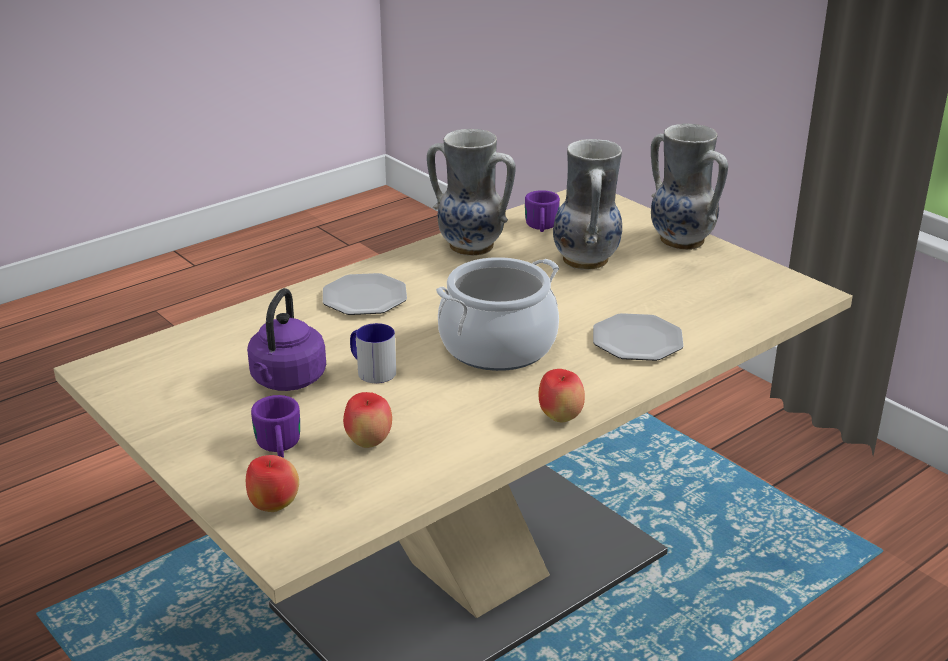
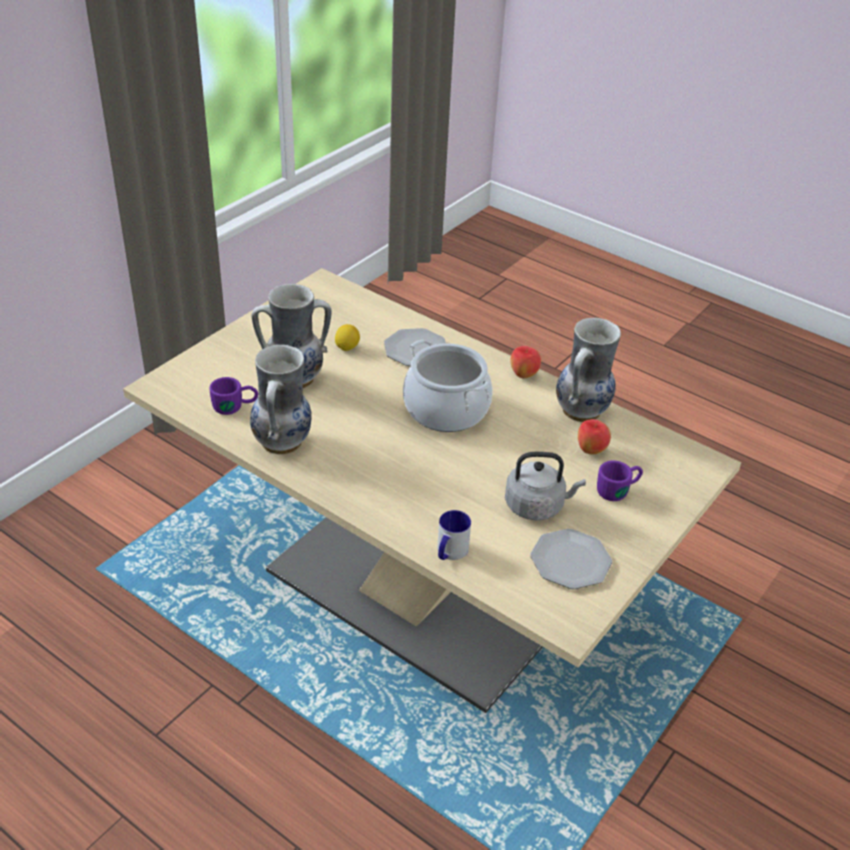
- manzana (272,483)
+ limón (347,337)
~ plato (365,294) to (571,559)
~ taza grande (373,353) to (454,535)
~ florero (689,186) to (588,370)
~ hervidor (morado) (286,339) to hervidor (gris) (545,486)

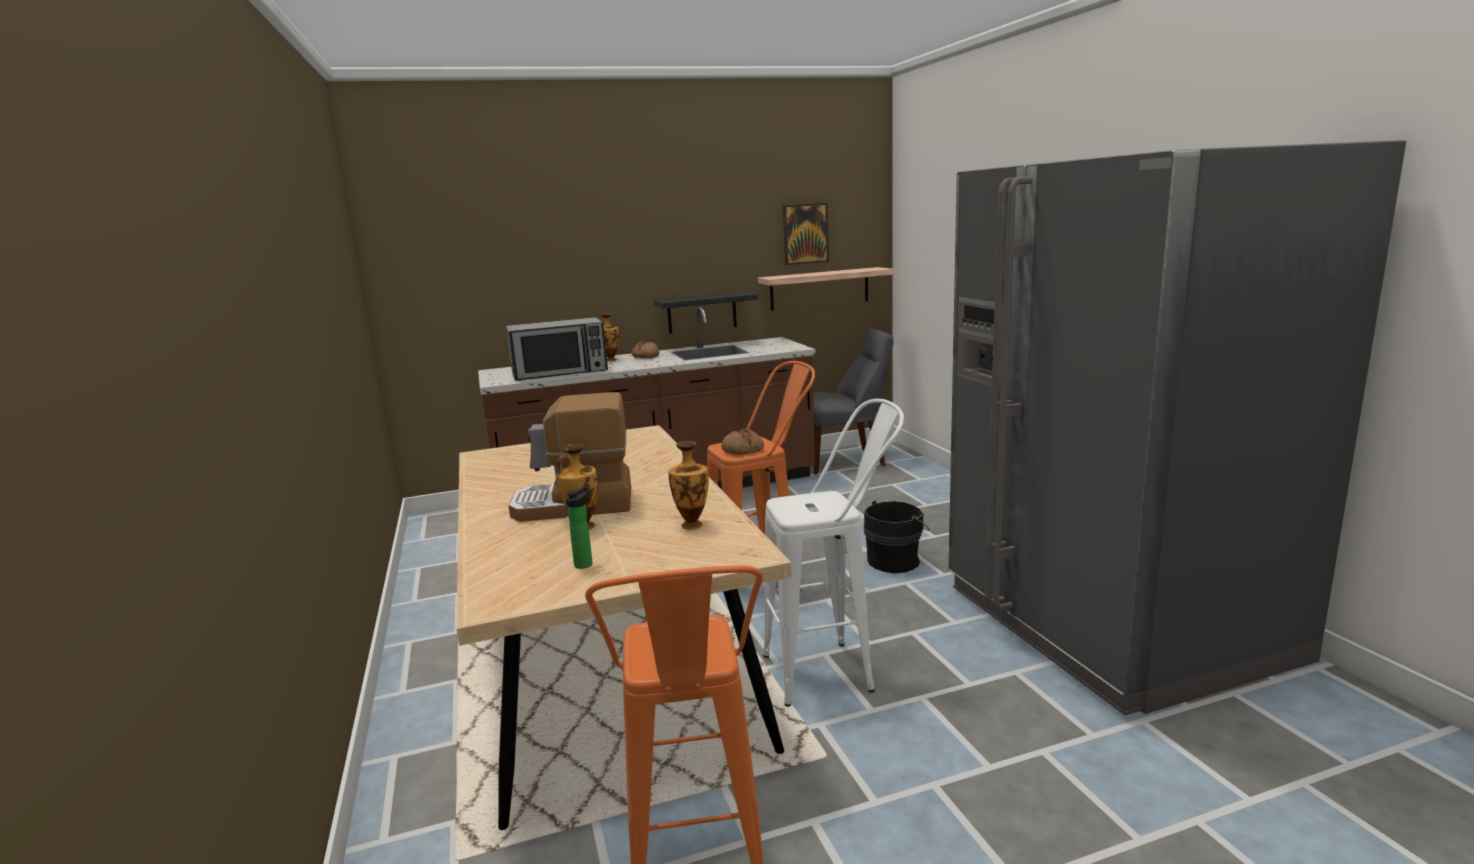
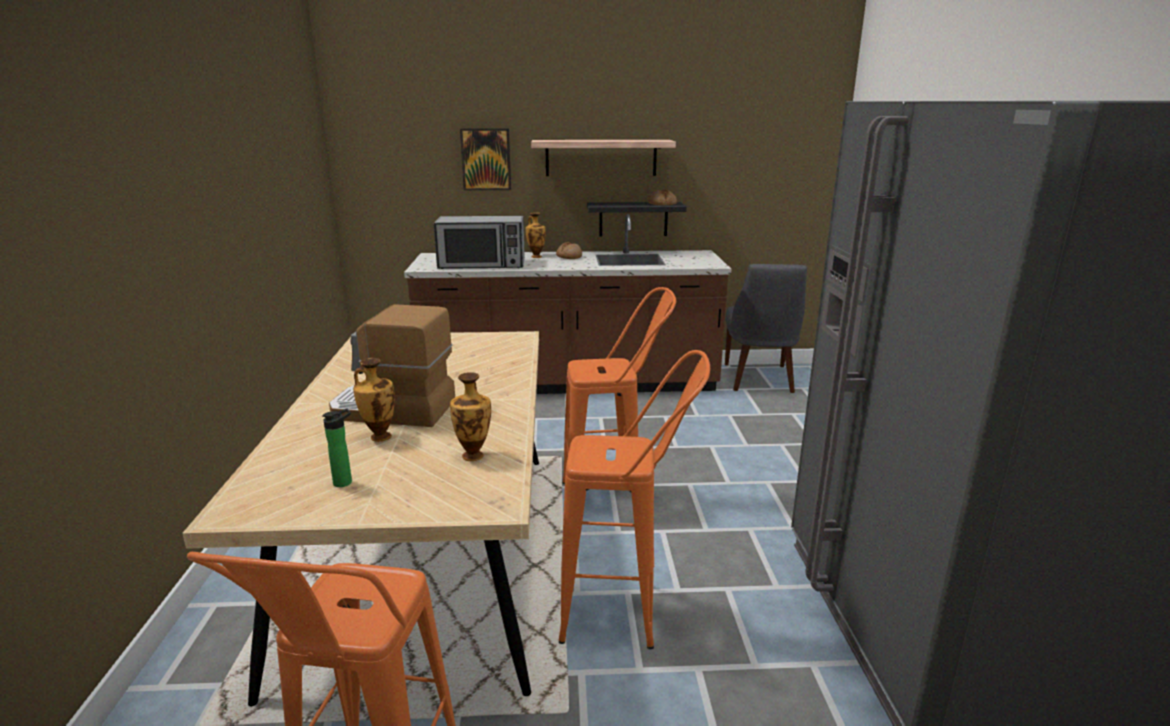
- cubo (negro) (896,537)
~ pan (742,441) to (662,197)
~ estante (826,289) to (603,158)
~ cuadro (806,234) to (485,159)
~ taburete (blanco) (833,553) to taburete (naranja) (634,500)
~ silla (gris) (853,402) = (766,328) 90 degrees clockwise

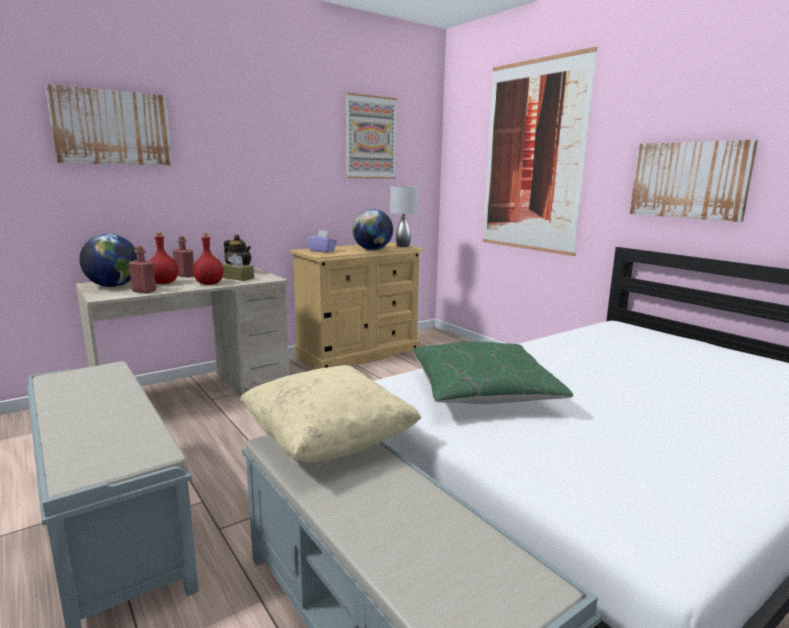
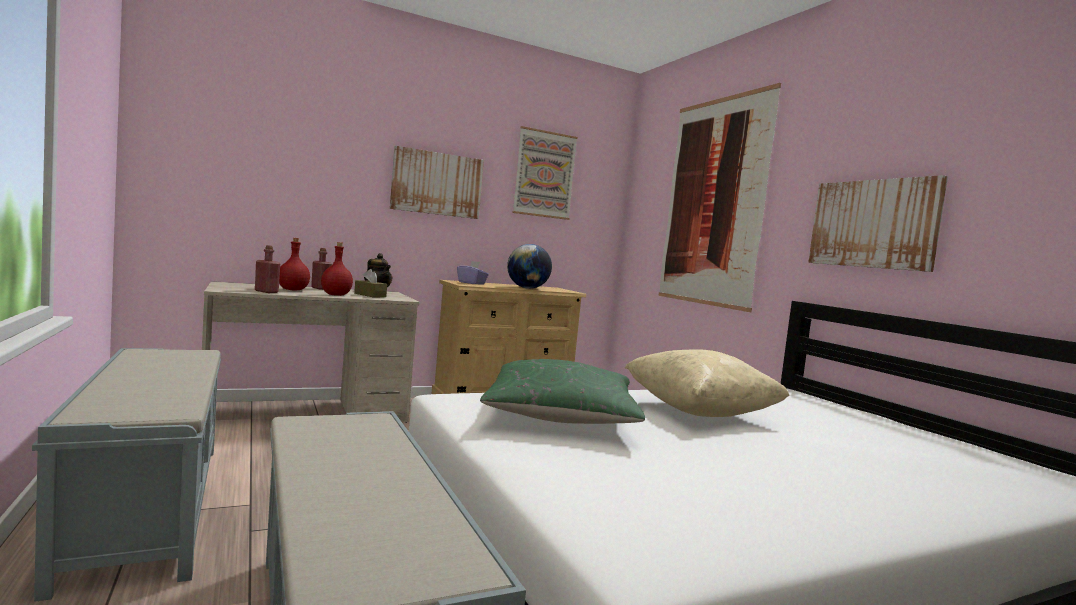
- globo terráqueo (108,260)
- lámpara de mesa (gris) (404,216)
~ cuadro (109,124) to (437,182)
~ cojín (beis) (330,414) to (707,383)

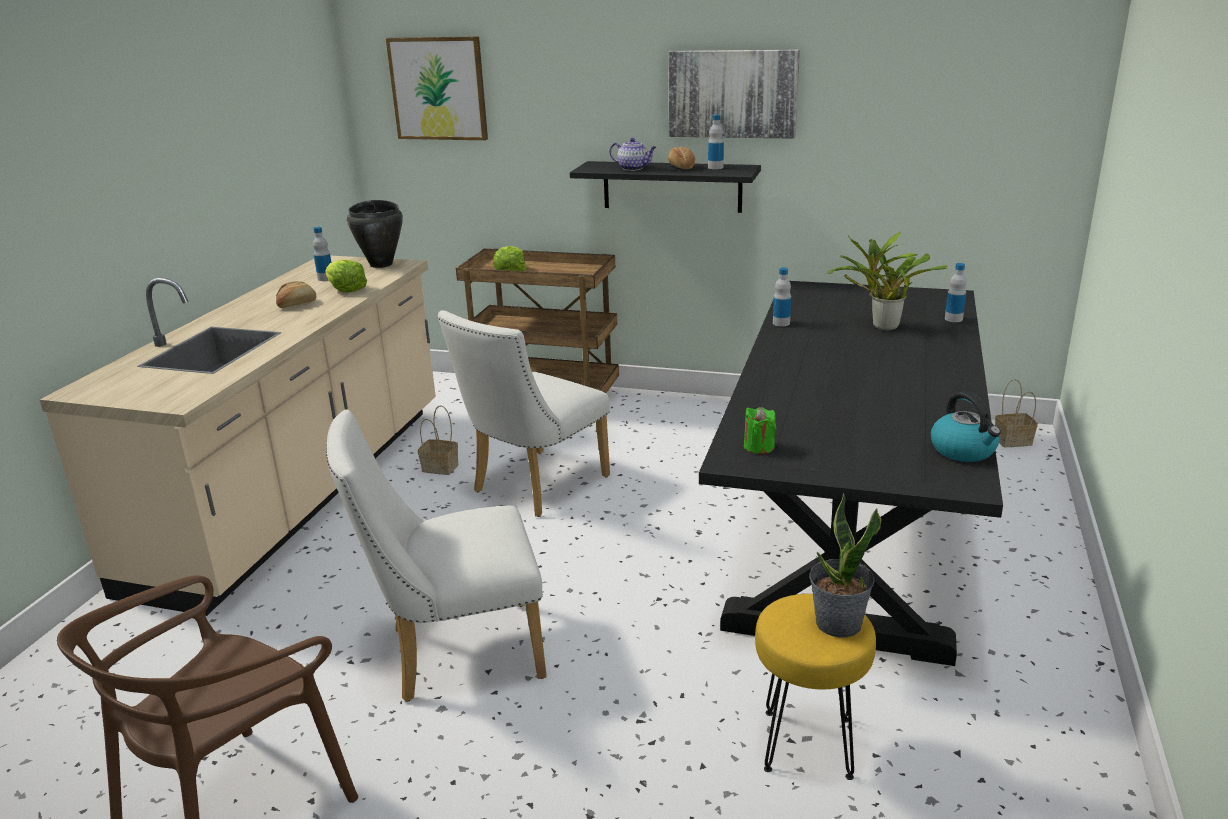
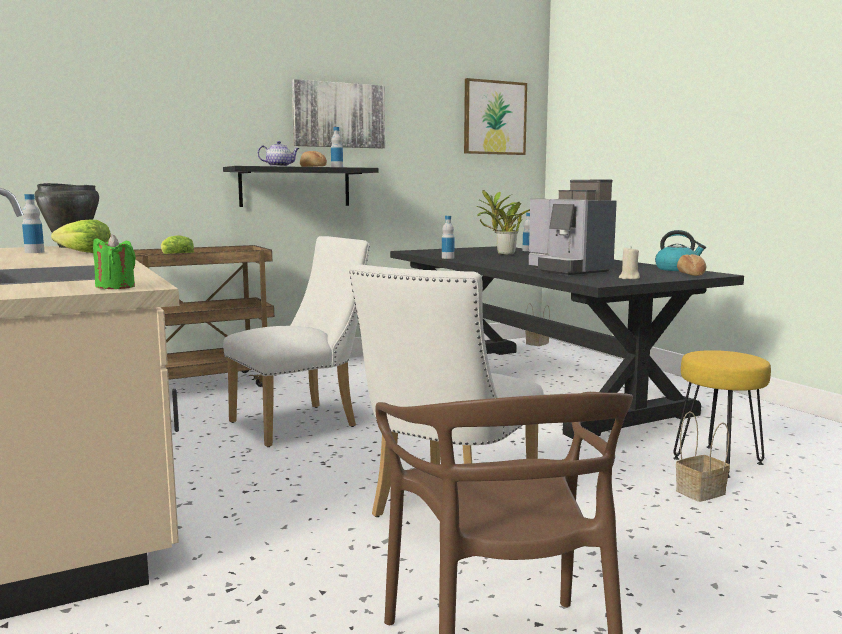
- planta en maceta (845,565)
+ cafetera (573,227)
+ vela (beis) (629,263)
~ pan (296,294) to (691,265)
~ cuadro (437,88) to (495,116)
~ cesta (438,440) to (703,457)
~ vela (verde) (760,430) to (114,261)
~ silla (blanco) (523,413) = (296,341) 120 degrees counterclockwise

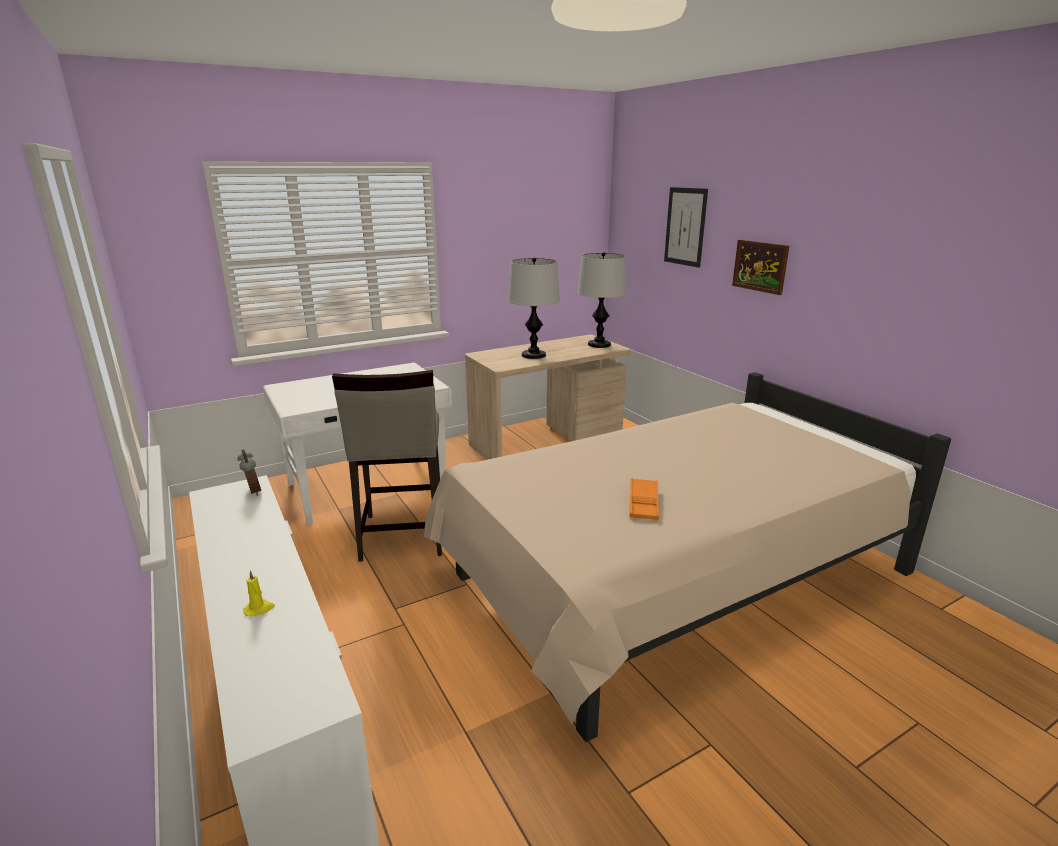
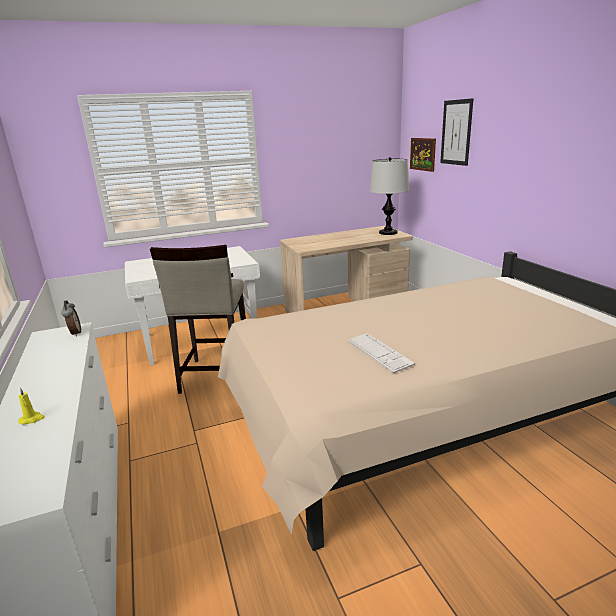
- lámpara de mesa (534,308)
~ cuadro (760,267) to (423,155)
~ bandeja (naranja) (644,499) to teclado (381,353)

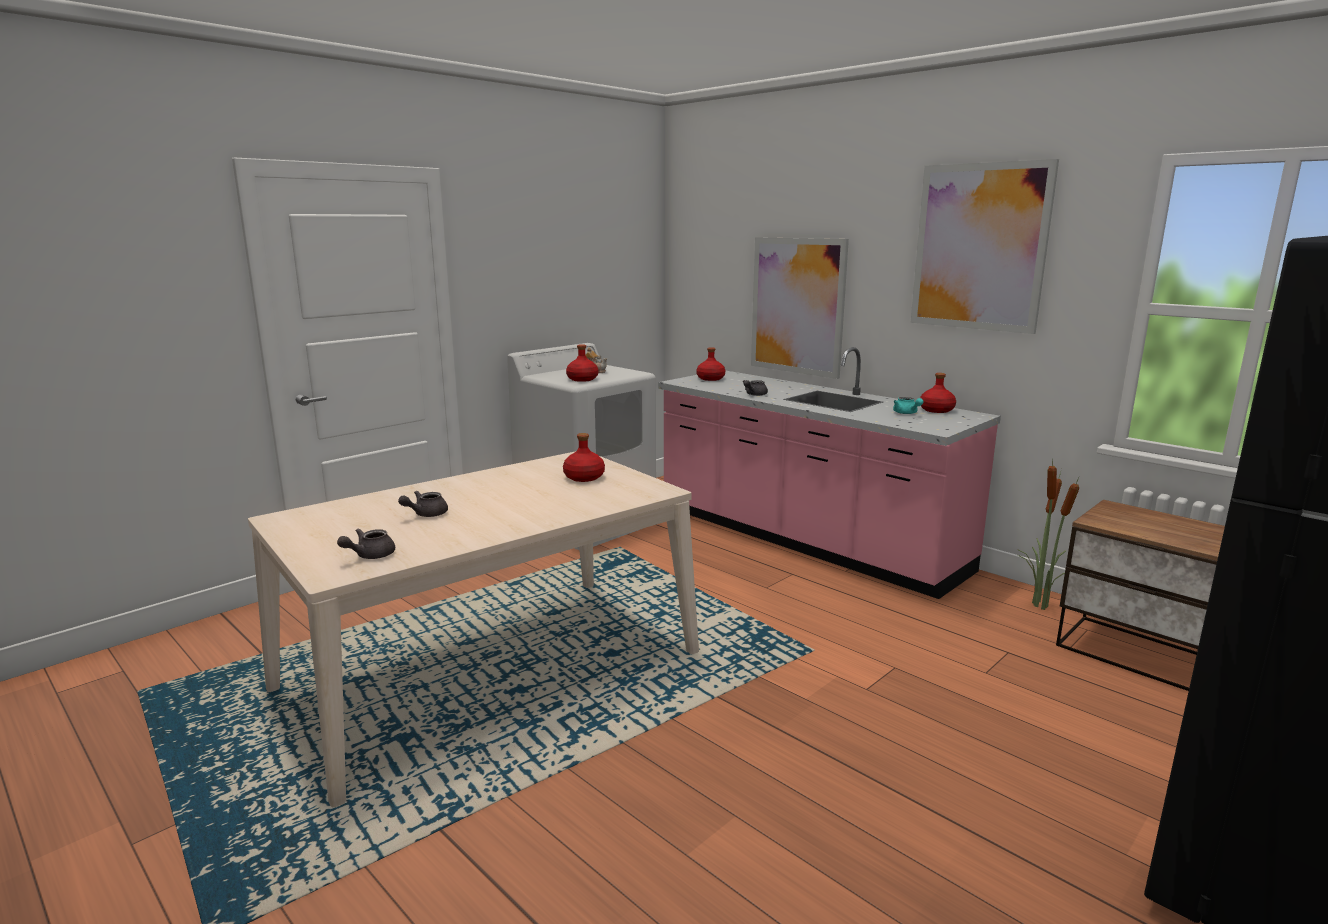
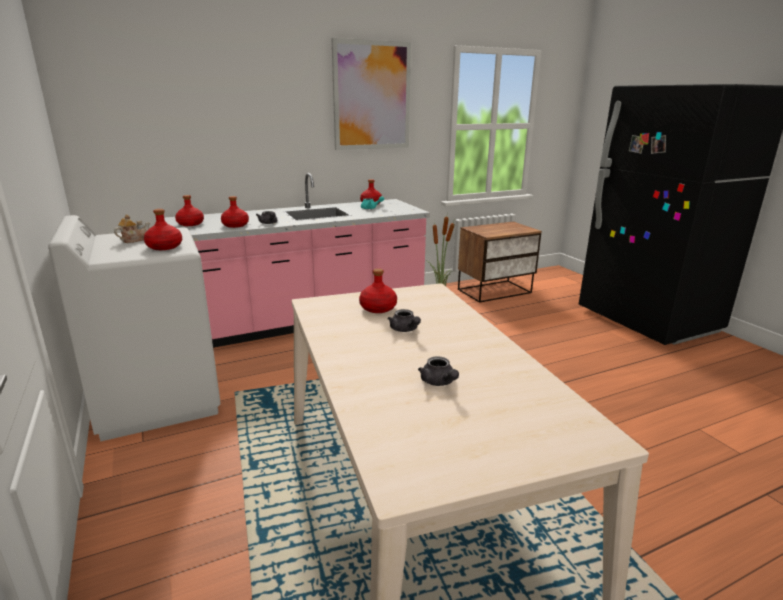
- cuadro (800,308)
+ botella (rojo) (235,212)
~ tetera (gris) (366,543) to (404,320)

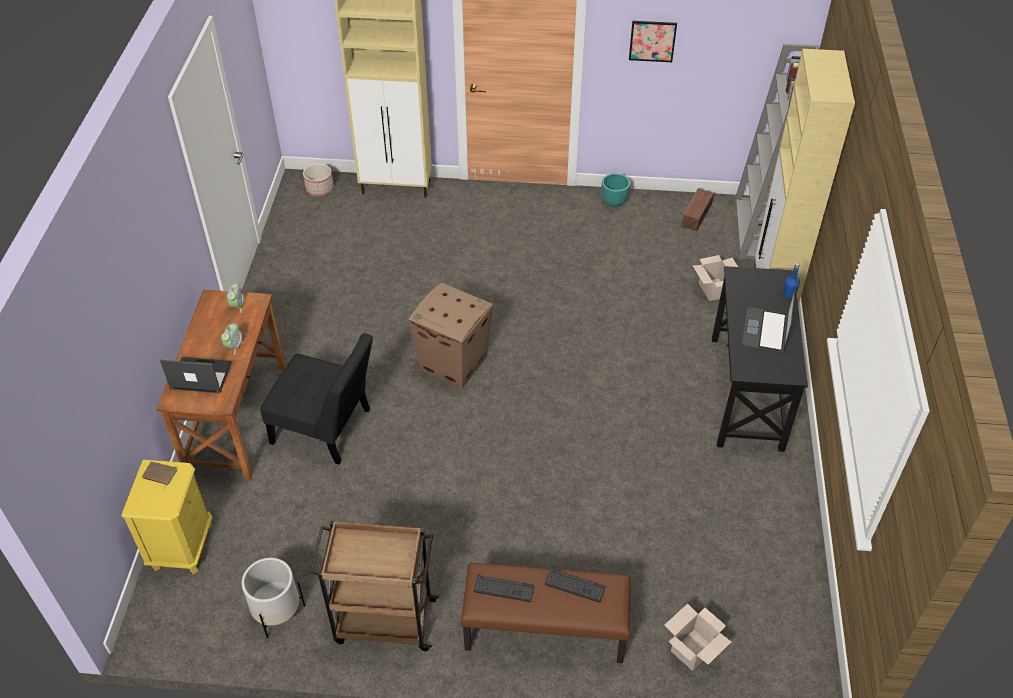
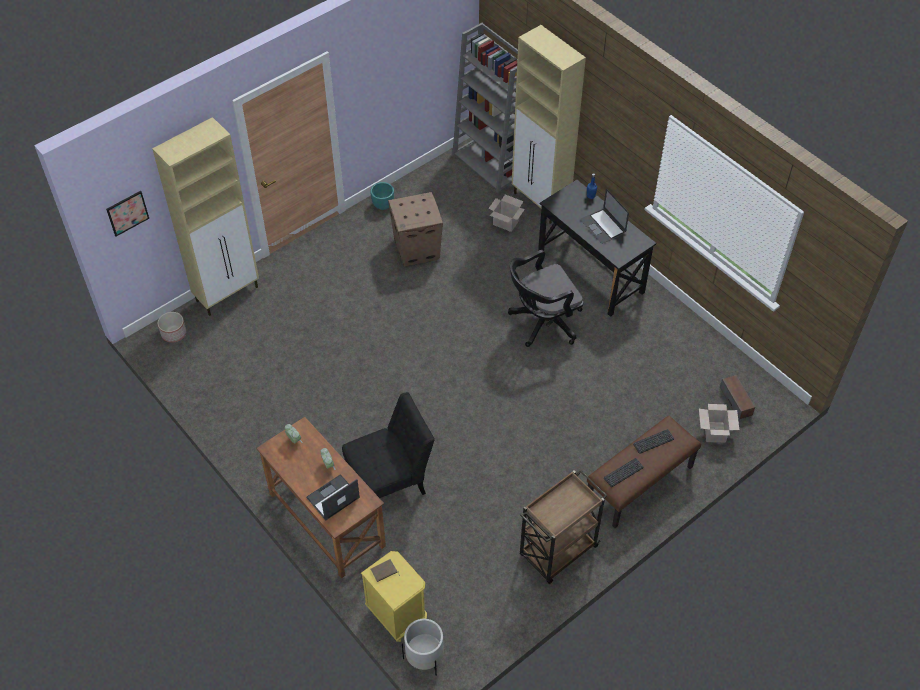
+ silla de oficina (negro) (545,298)
~ maceta (blanco) (273,598) to (423,647)
~ caja de cartón (450,335) to (415,229)
~ cuadro (653,41) to (127,213)
~ altavoz (697,209) to (737,397)

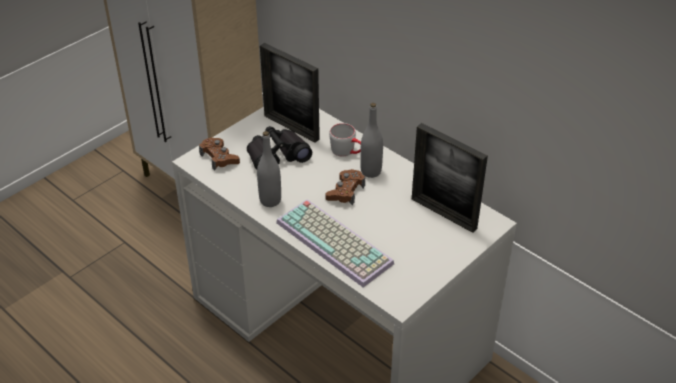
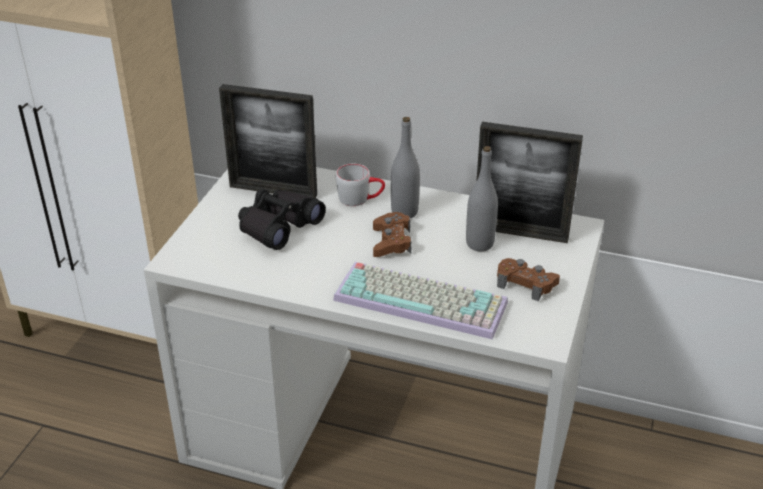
~ mando de consola (marrón) (219,154) to (528,279)
~ botella (gris) (269,169) to (482,198)

